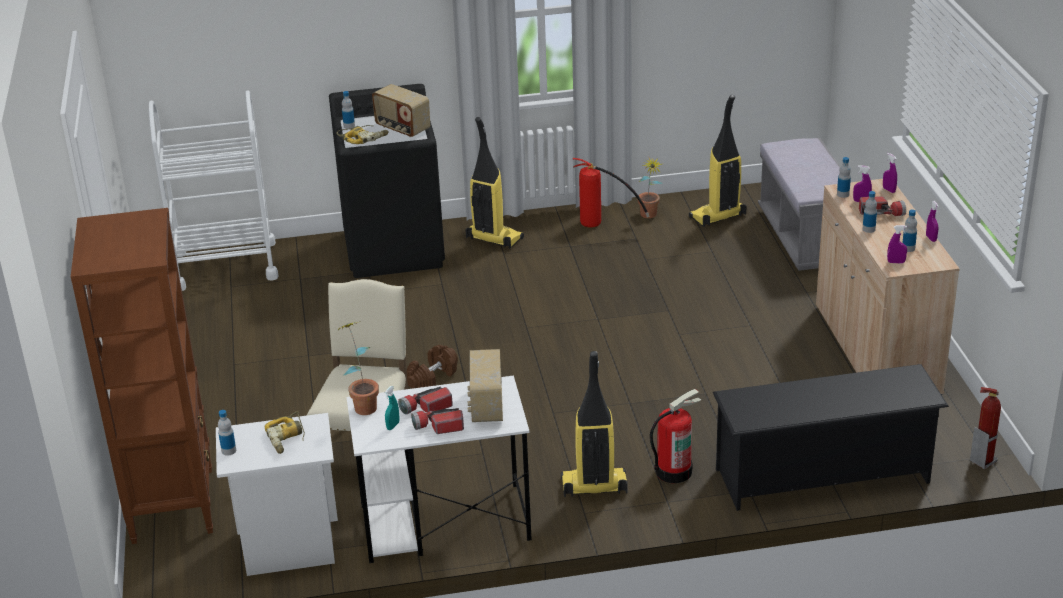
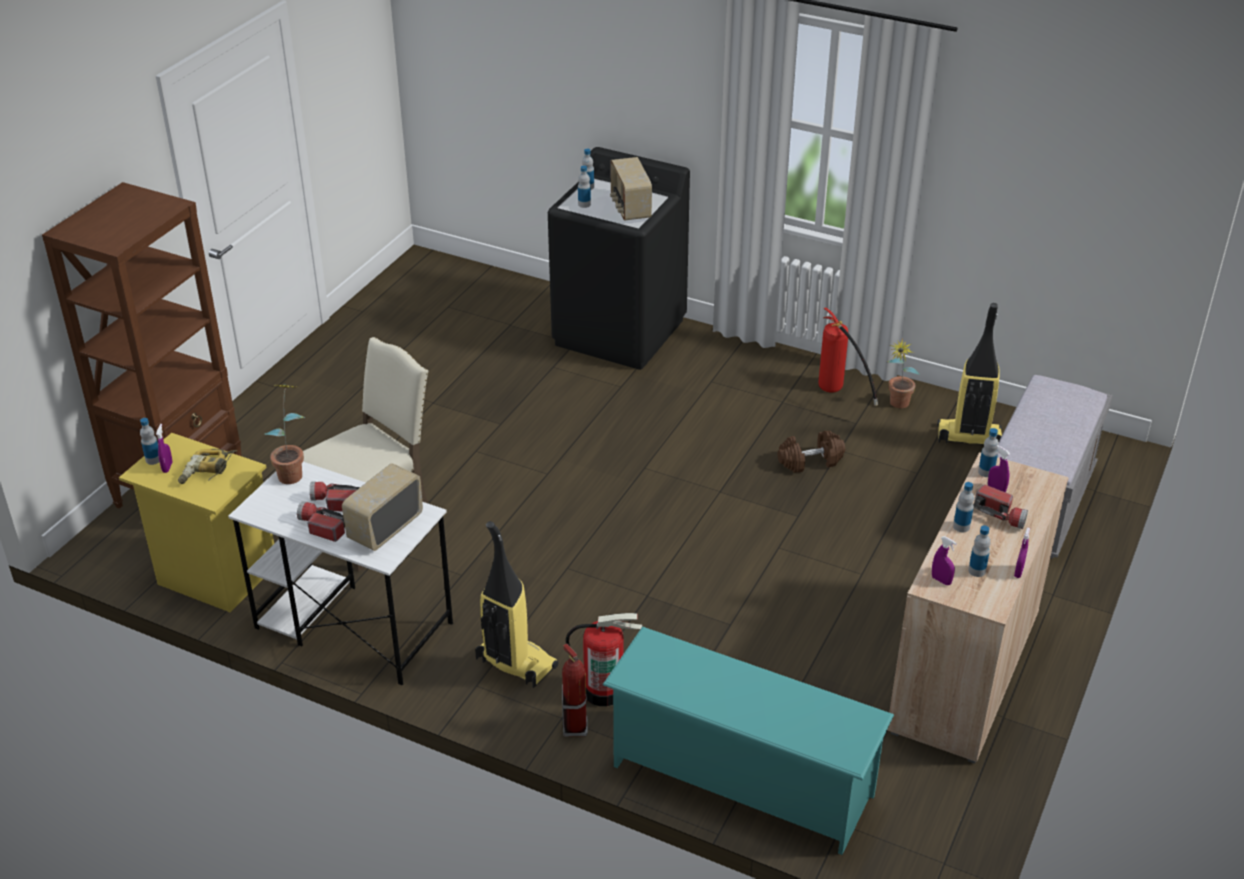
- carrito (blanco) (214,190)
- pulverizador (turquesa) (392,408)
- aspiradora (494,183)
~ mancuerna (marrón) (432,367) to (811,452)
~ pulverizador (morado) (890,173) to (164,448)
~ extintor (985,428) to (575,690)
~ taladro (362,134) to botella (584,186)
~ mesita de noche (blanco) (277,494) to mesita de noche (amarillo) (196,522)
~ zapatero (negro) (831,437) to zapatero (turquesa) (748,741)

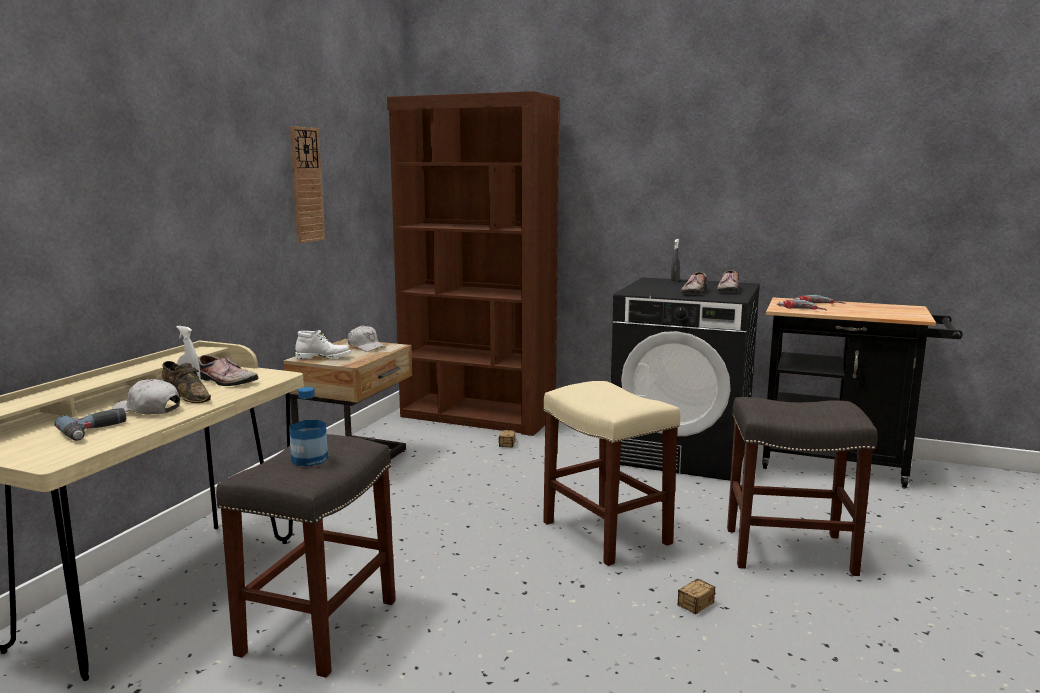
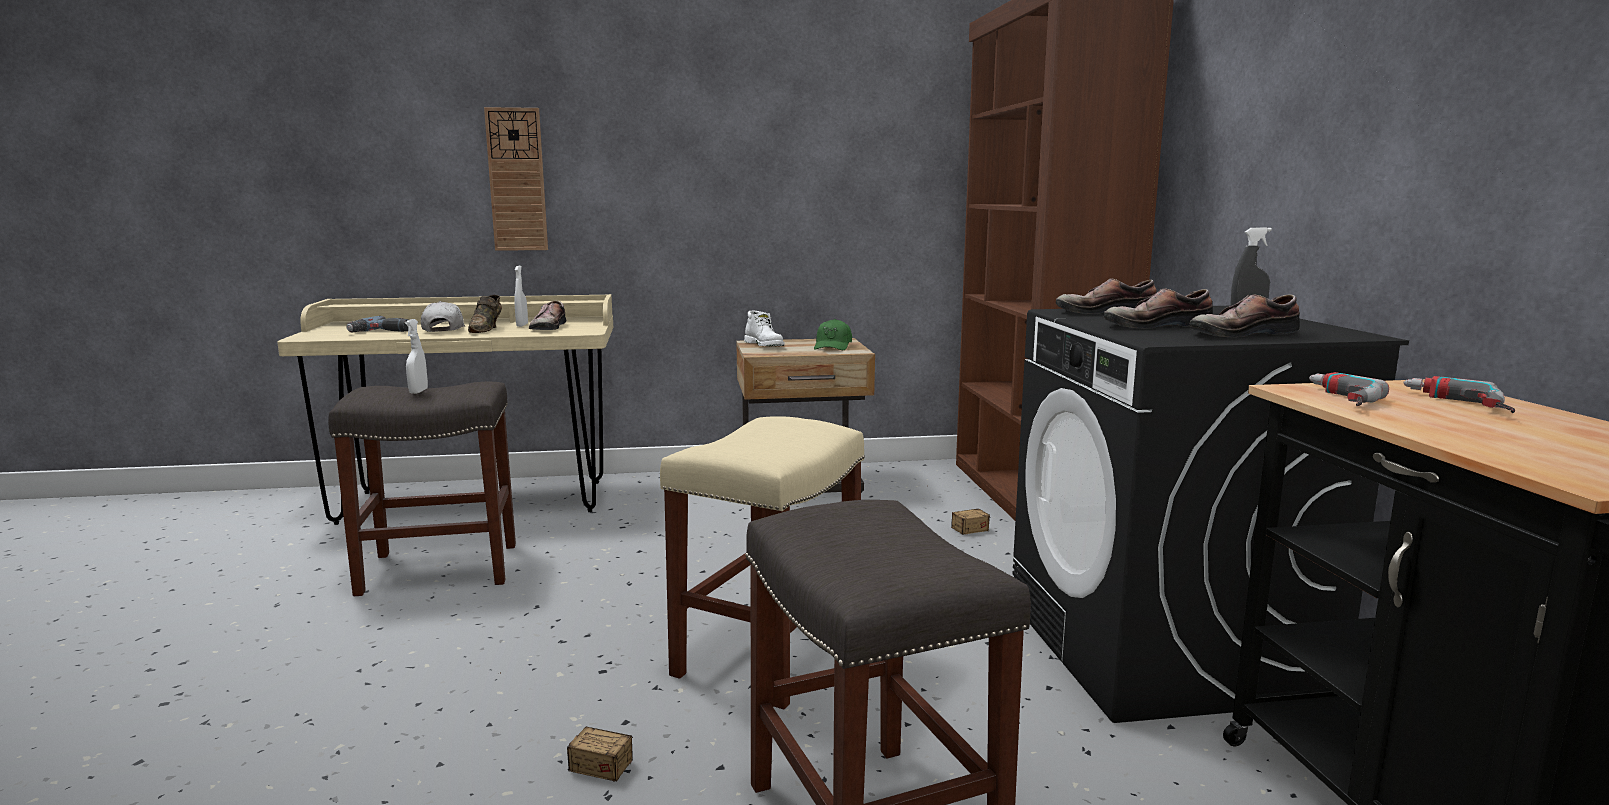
+ zapato (1106,296)
~ reloj de pared (307,184) to (516,179)
~ botella (308,426) to pulverizador (blanco) (416,356)
~ gorra (blanco) (367,338) to gorra (verde) (833,334)

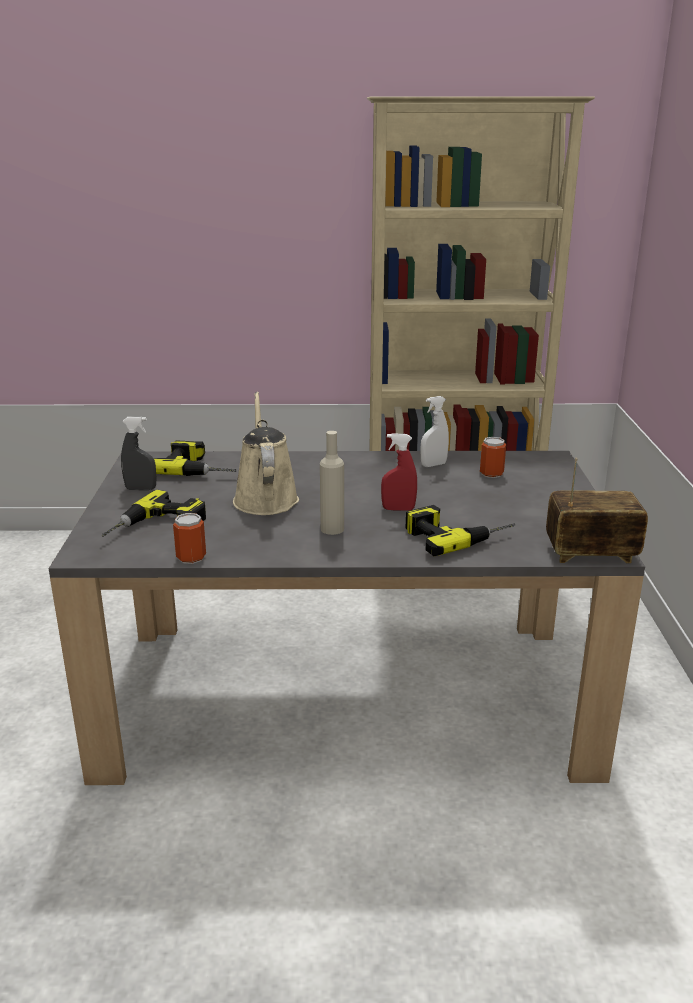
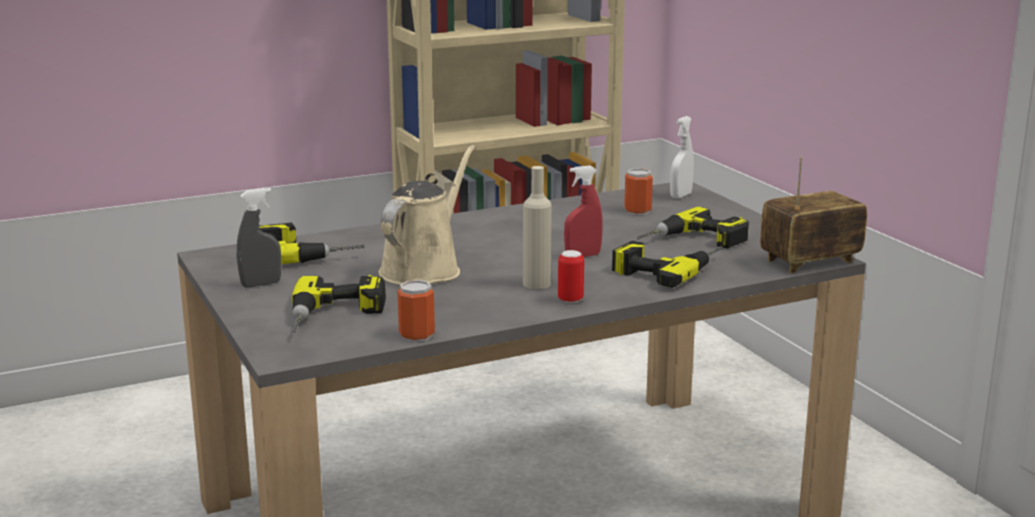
+ lata (571,276)
+ taladro (693,227)
~ pulverizador (blanco) (434,431) to (682,157)
~ regadera (beis) (266,453) = (426,215) 60 degrees clockwise

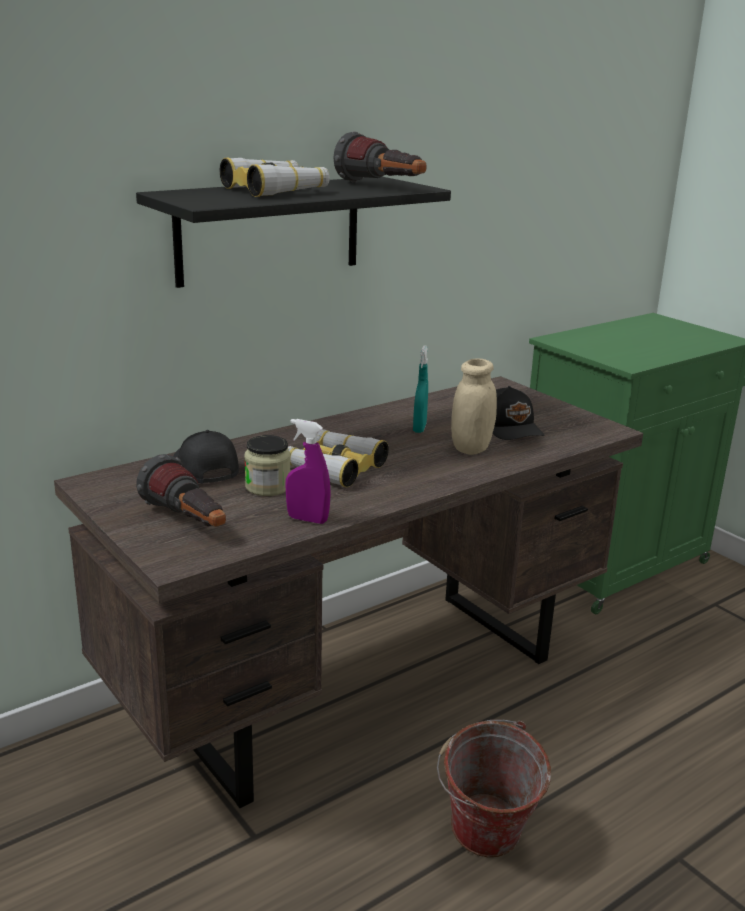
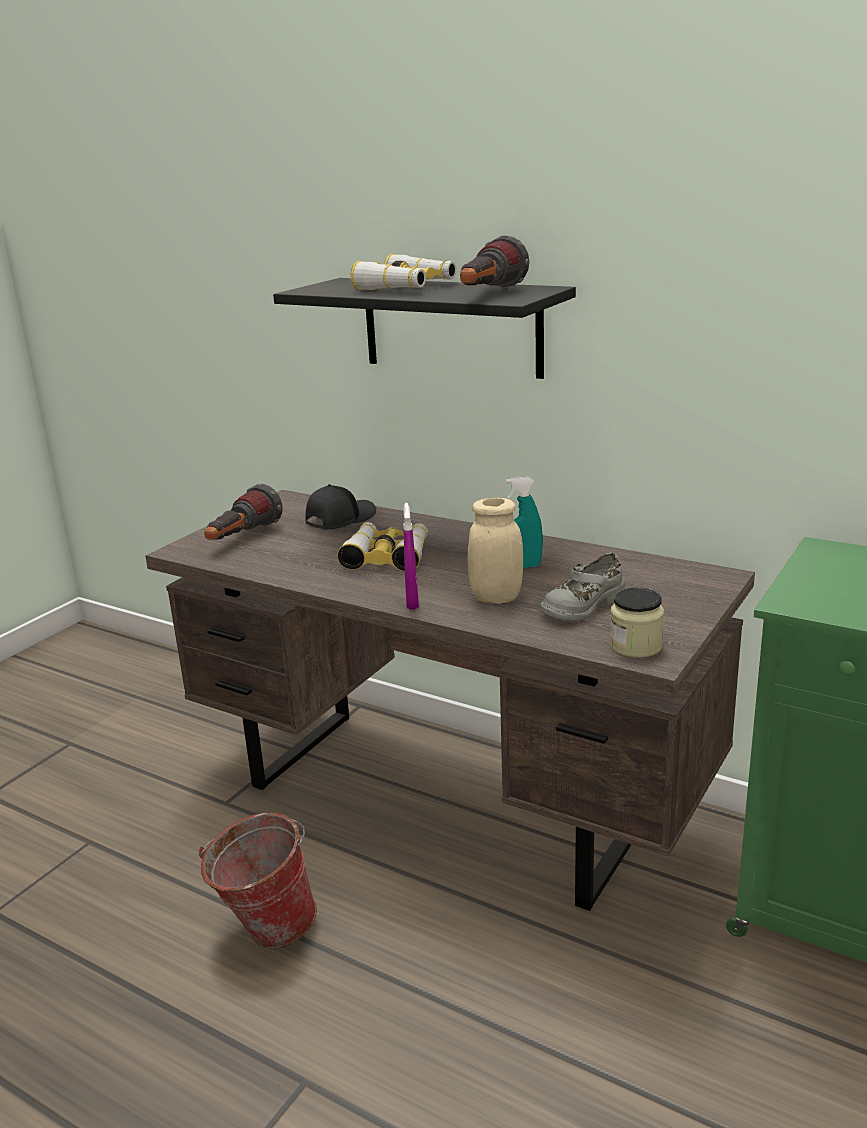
~ tarro (267,465) to (637,623)
~ pulverizador (morado) (308,471) to (411,556)
~ gorra (negro) (519,413) to zapato (gris) (582,587)

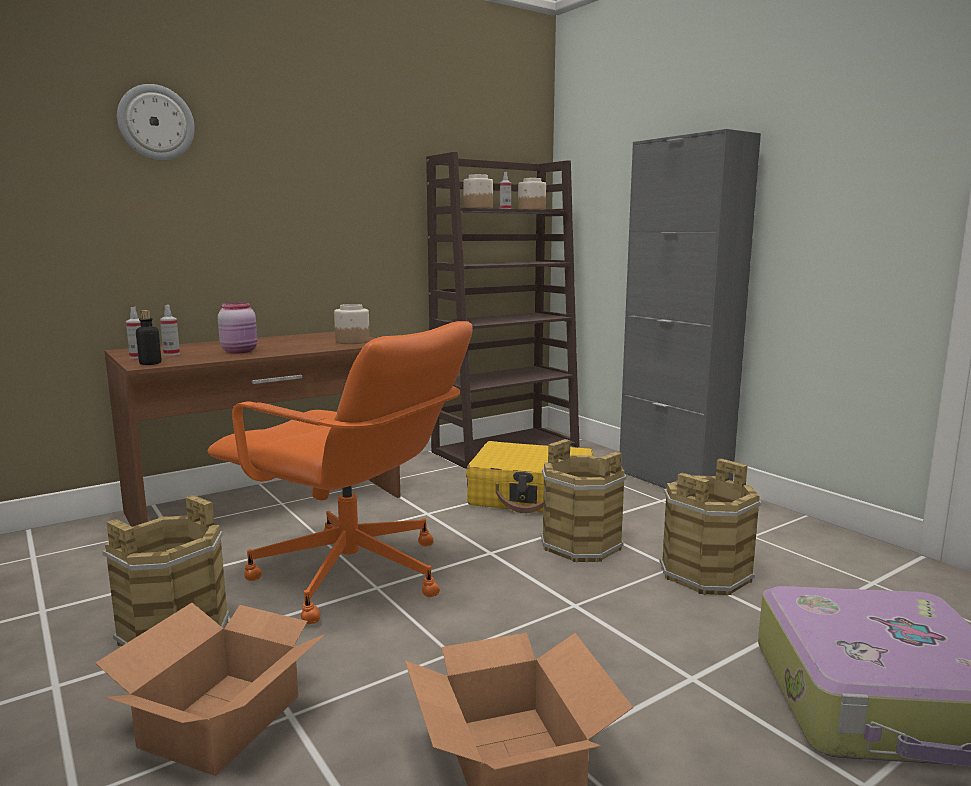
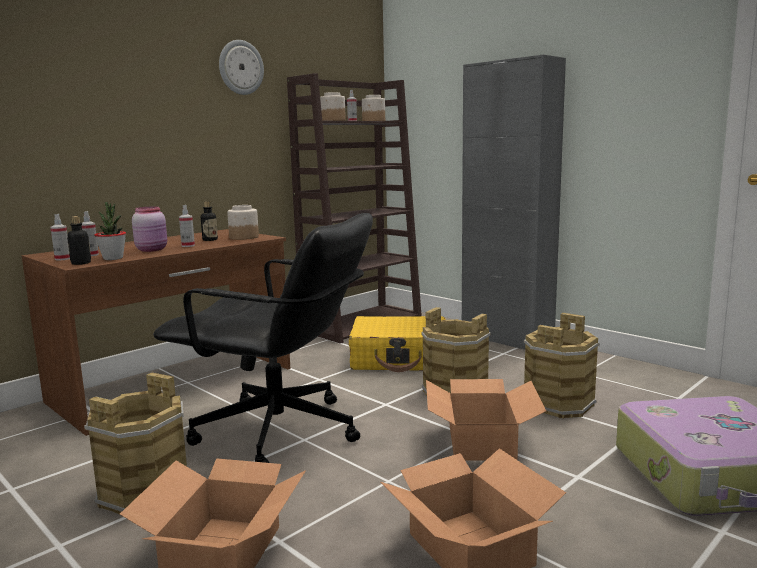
+ planta en maceta (110,231)
+ pulverizador (187,226)
+ botella (209,221)
+ caja de cartón (486,419)
~ reloj de pared (156,122) to (241,67)
~ silla de oficina (naranja) (340,472) to silla de oficina (negro) (263,338)

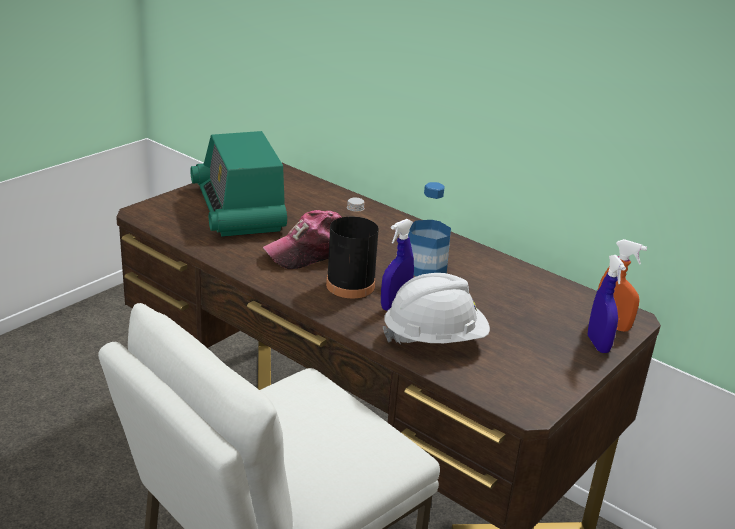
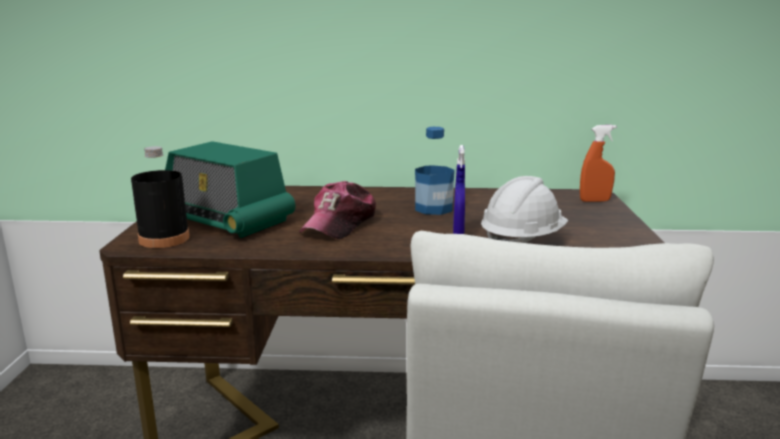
- pulverizador (azul) (607,304)
~ botella (negro) (352,248) to (160,197)

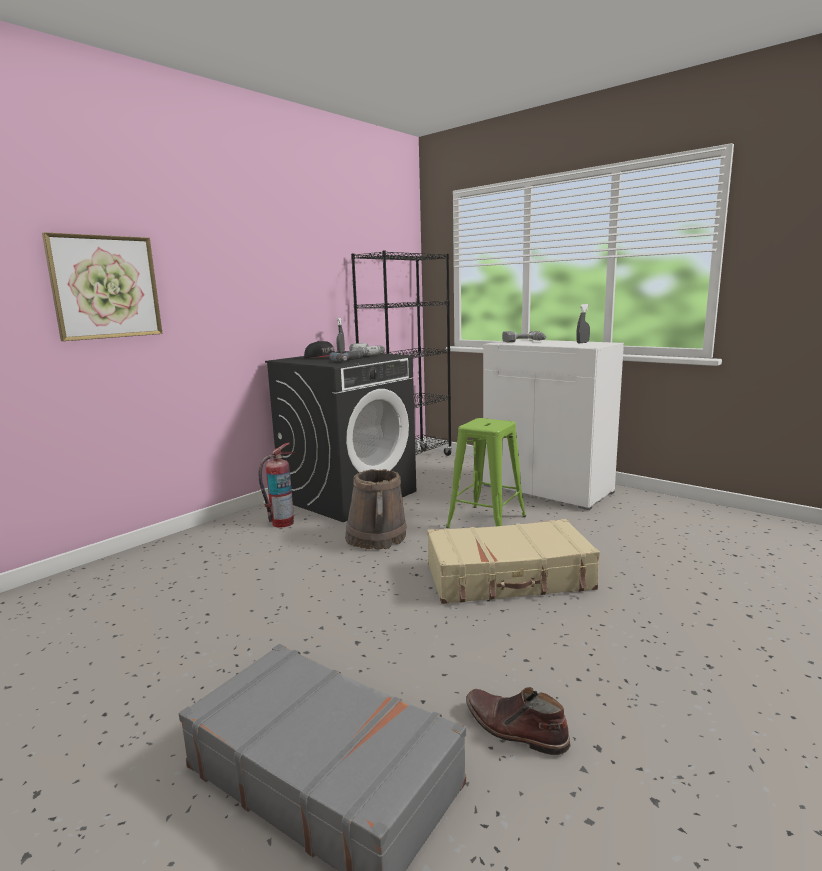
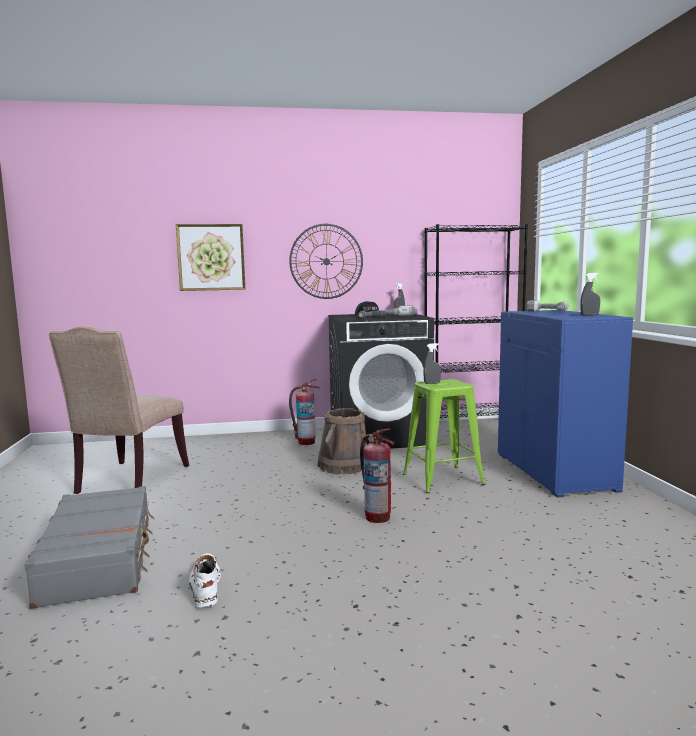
+ silla (beis) (119,410)
+ reloj de pared (326,261)
+ pulverizador (gris) (432,363)
~ maleta (beis) (513,561) to extintor (377,475)
~ bota (marrón) (518,721) to bota (blanco) (205,580)
~ armario (blanco) (553,424) to armario (azul) (565,404)

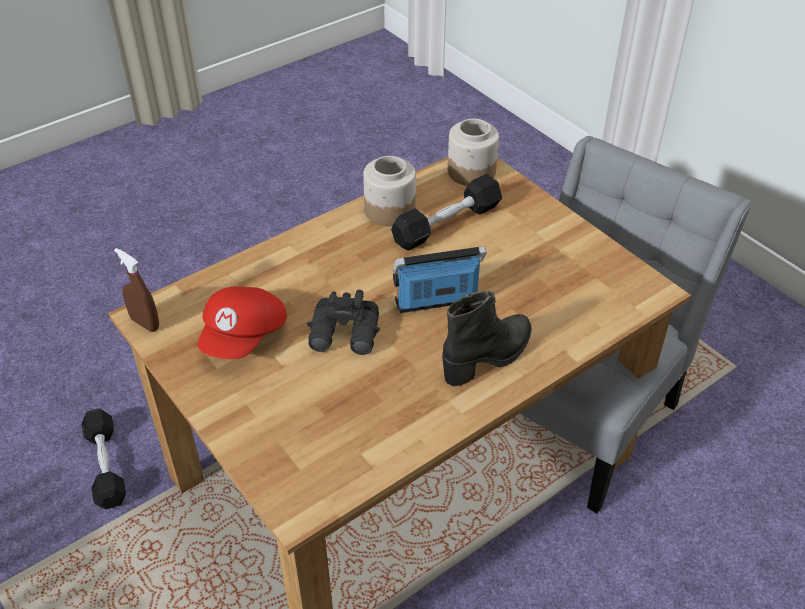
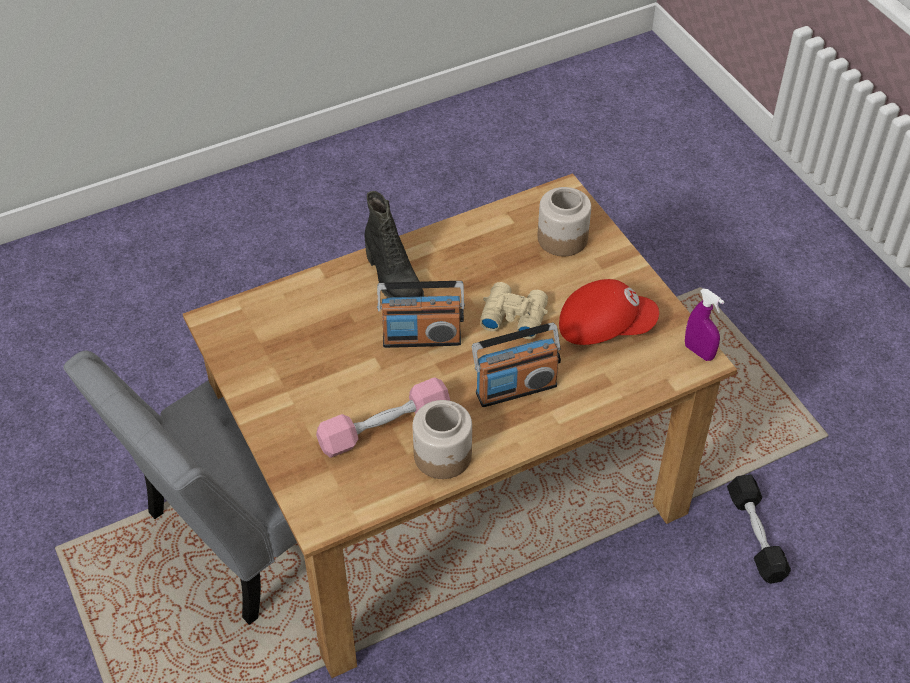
+ radio (516,364)
~ tarro (473,152) to (564,221)
~ pulverizador (marrón) (136,290) to pulverizador (morado) (705,324)
~ prismáticos (negro) (343,322) to prismáticos (beis) (514,310)
~ mancuerna (negro) (446,212) to mancuerna (rosa) (383,417)
~ gorra (rojo) (242,322) = (609,312) 60 degrees clockwise
~ bota (negro) (487,338) = (394,244) 90 degrees counterclockwise

